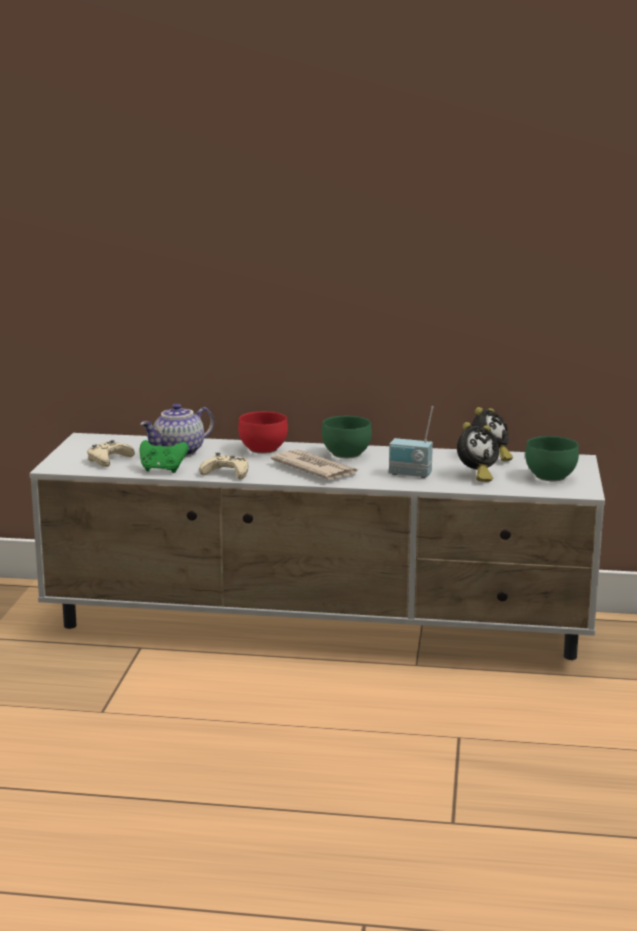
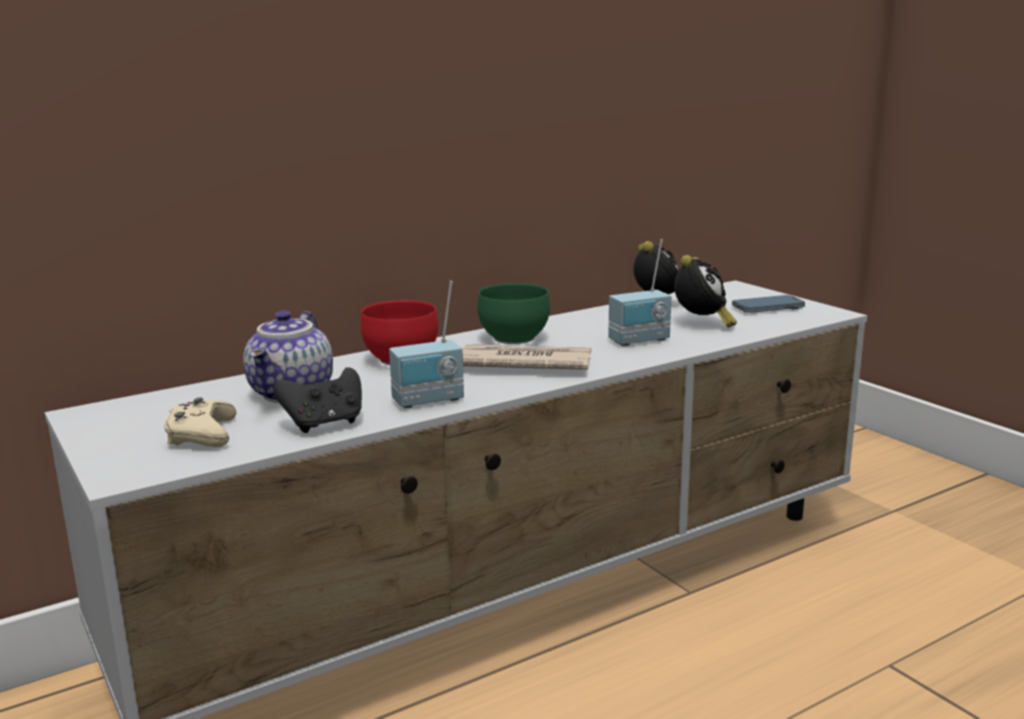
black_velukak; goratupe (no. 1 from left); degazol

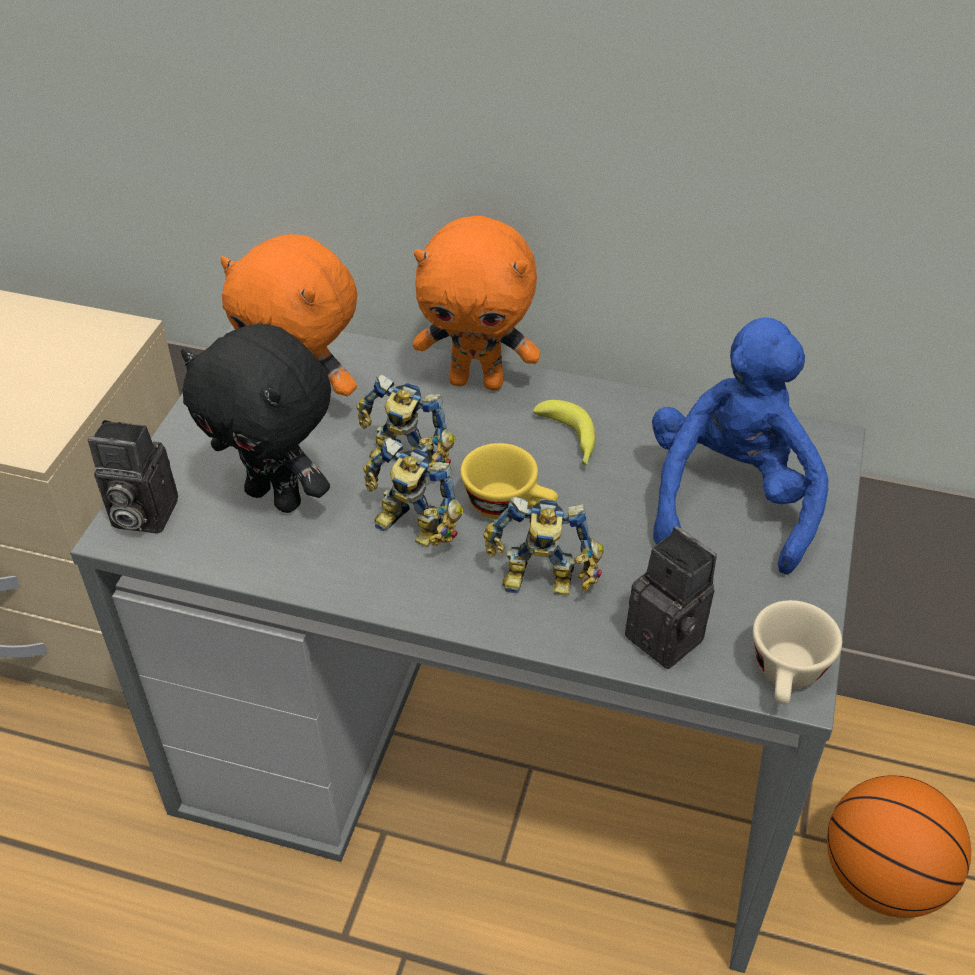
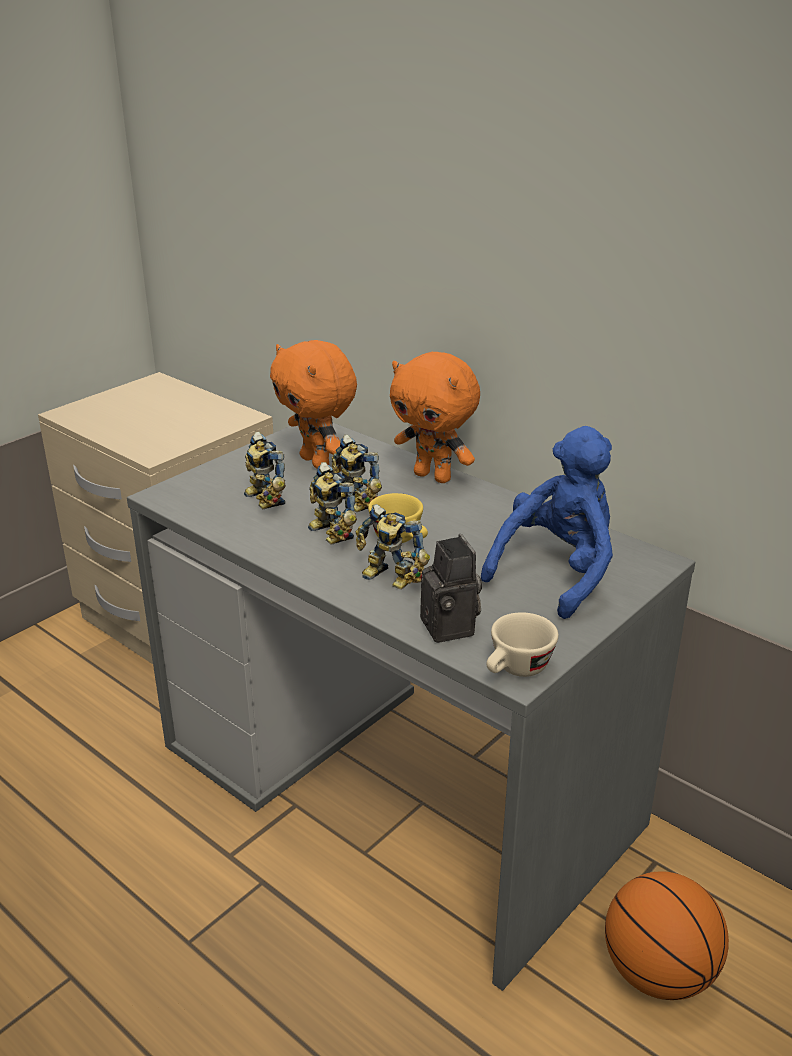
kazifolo (no. 1 from left); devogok (no. 1 from left in the first image); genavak

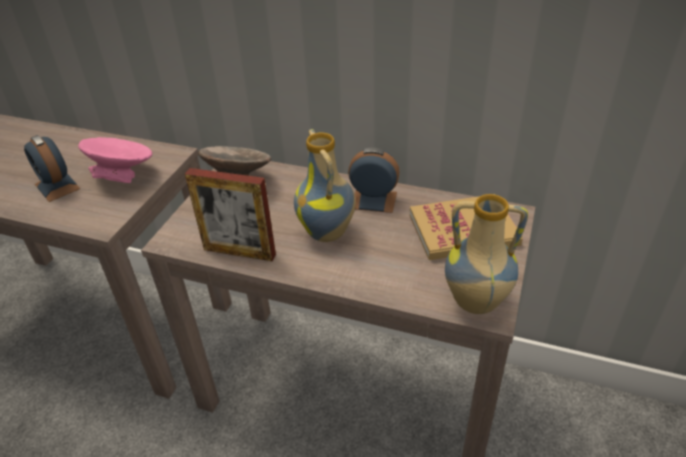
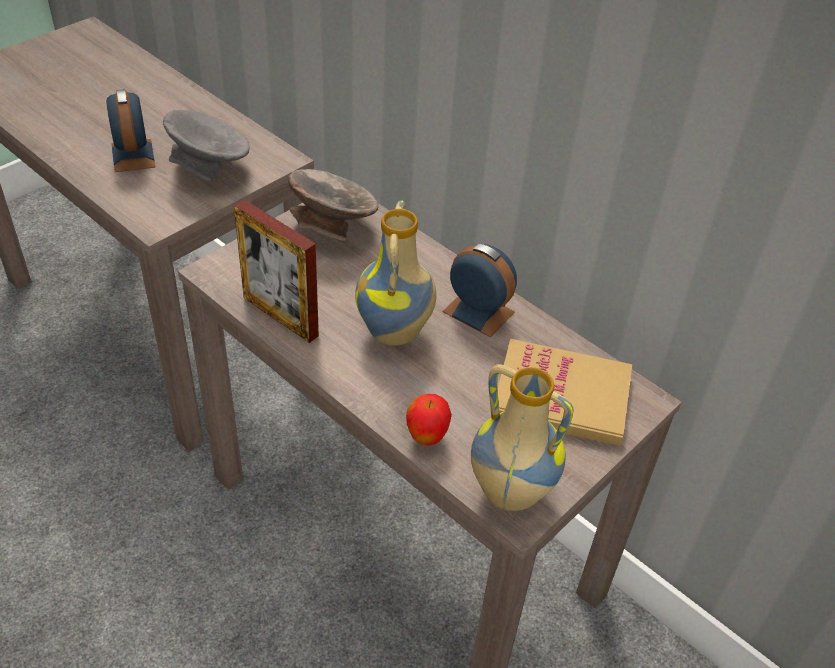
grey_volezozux (no. 1 from left); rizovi

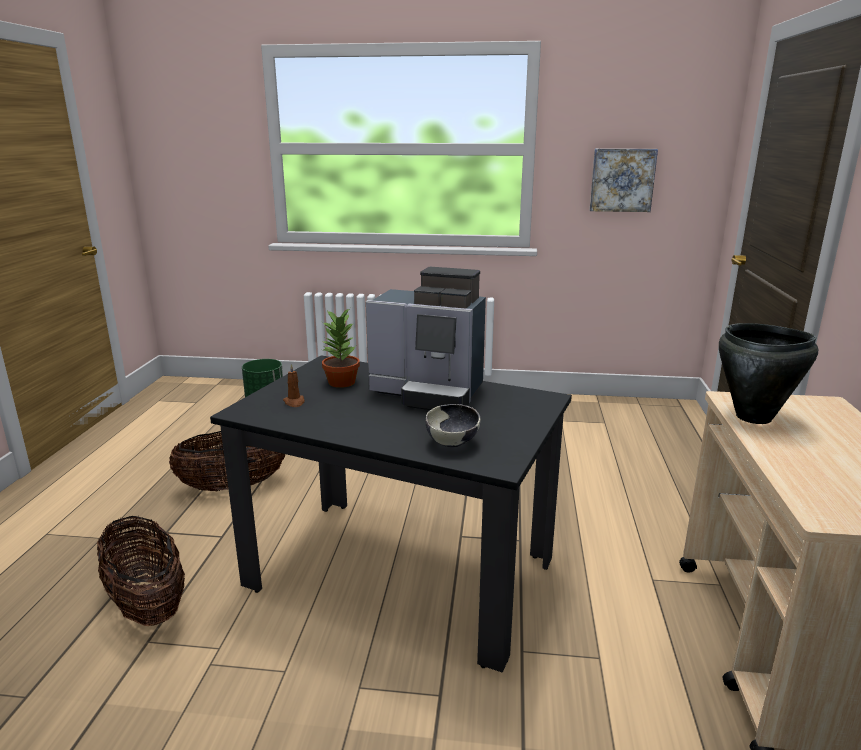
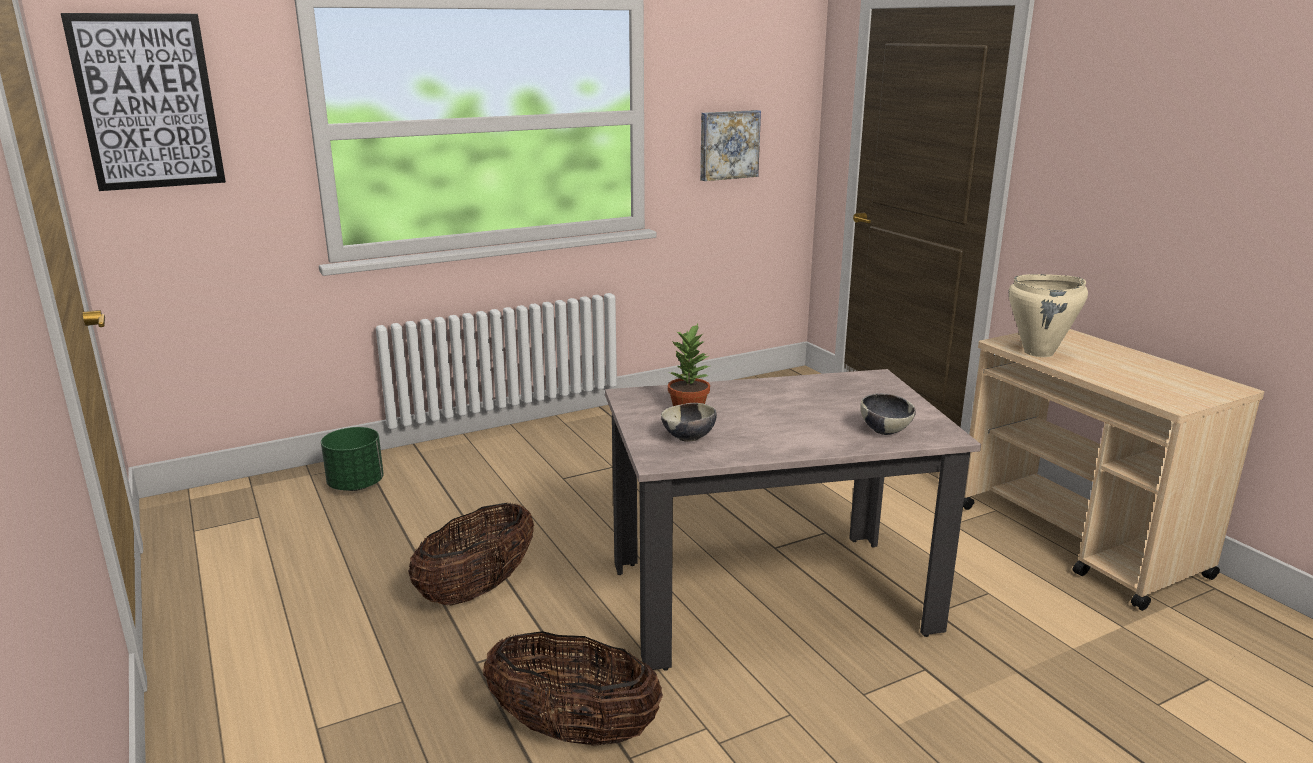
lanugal (no. 1 from left); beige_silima; volezozux (no. 1 from left); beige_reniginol; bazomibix

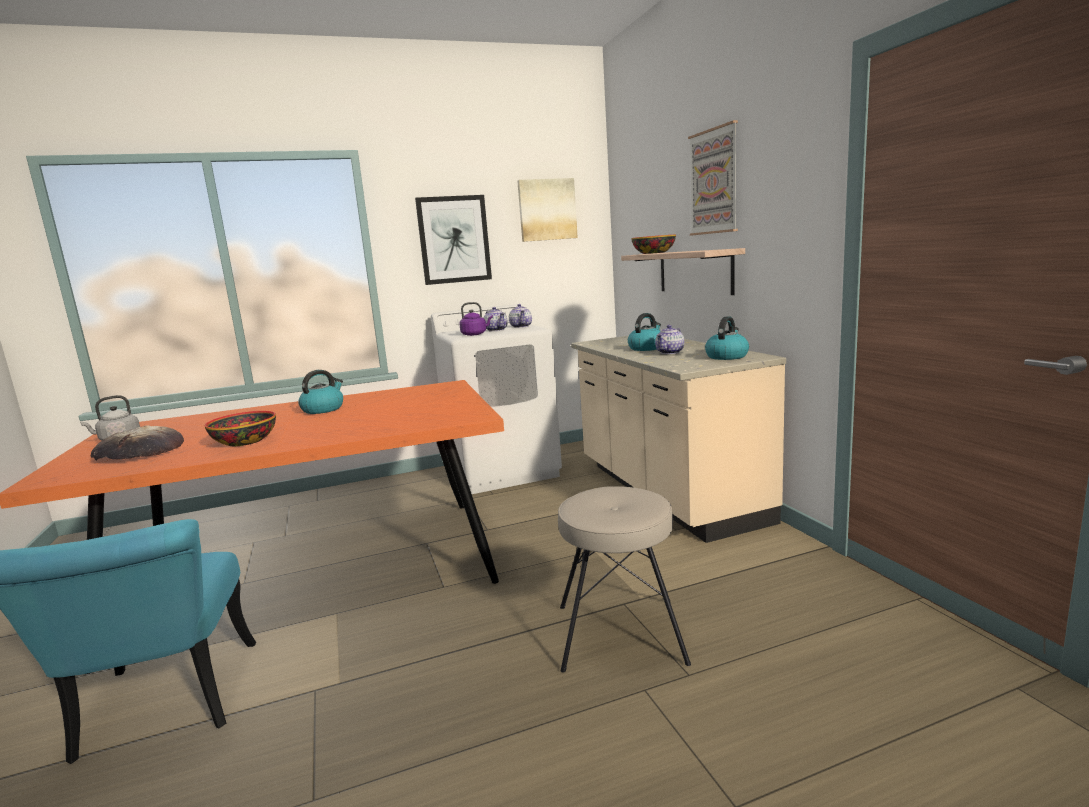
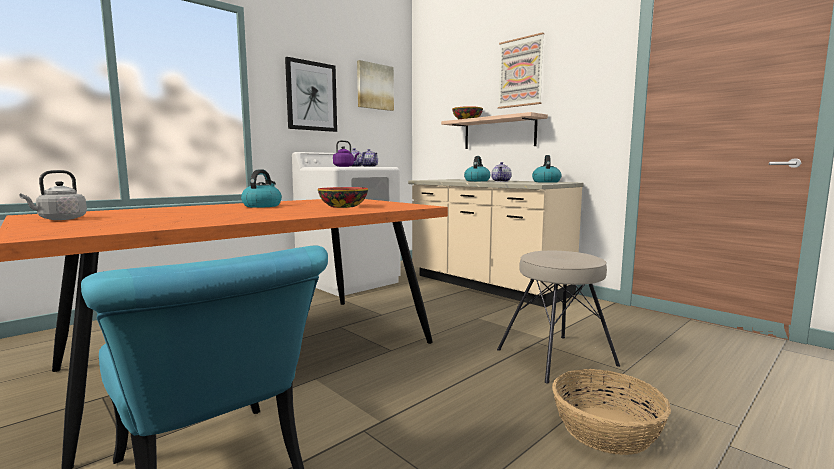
volezozux (no. 1 from left); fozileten; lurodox

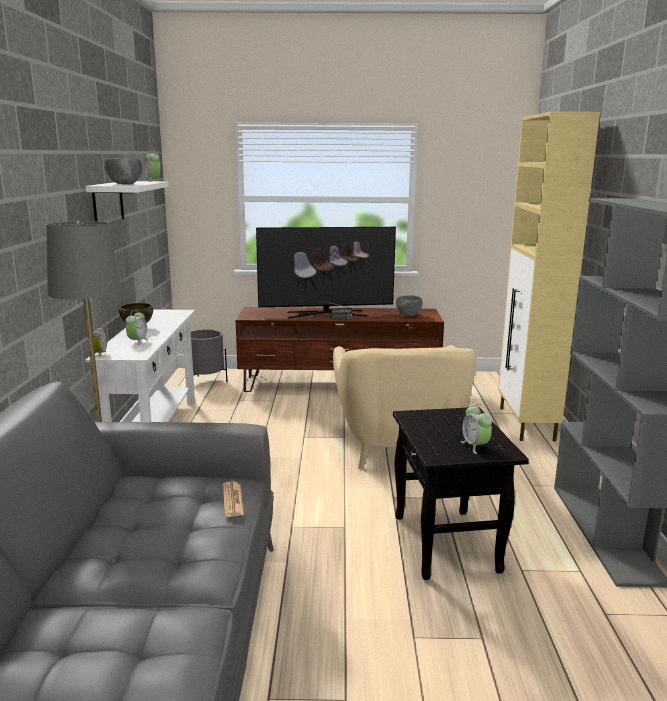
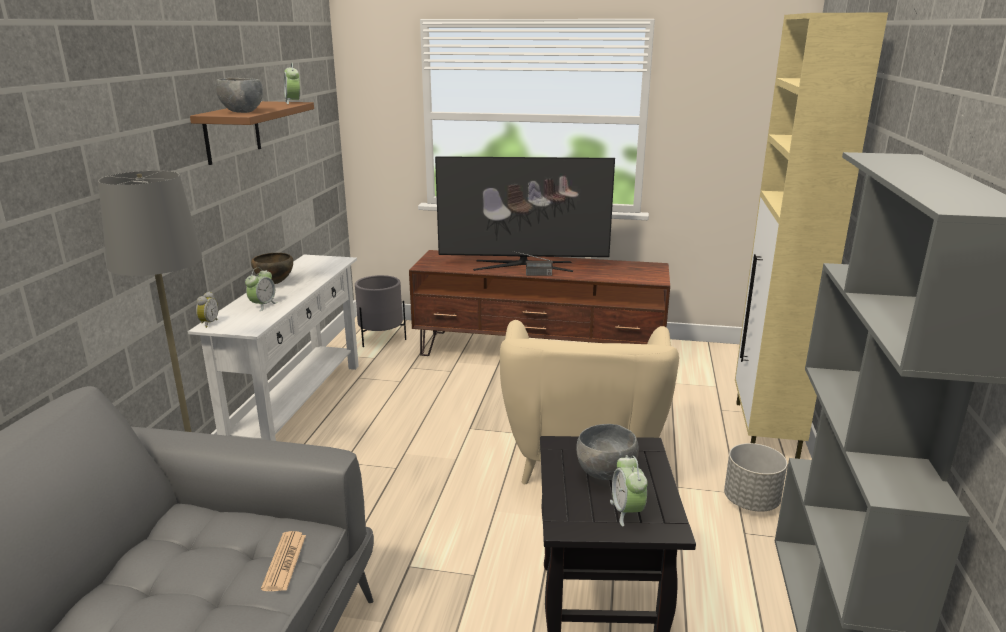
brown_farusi; grey_volezozux (no. 2 from left); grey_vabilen (no. 2 from left)

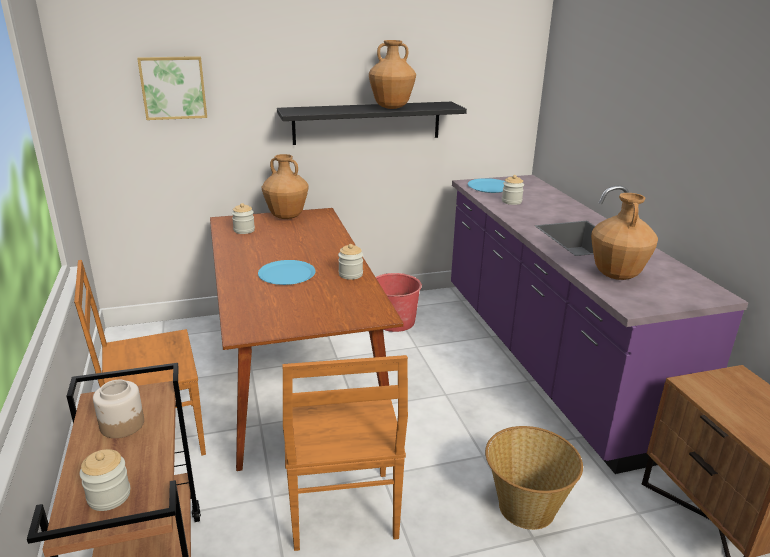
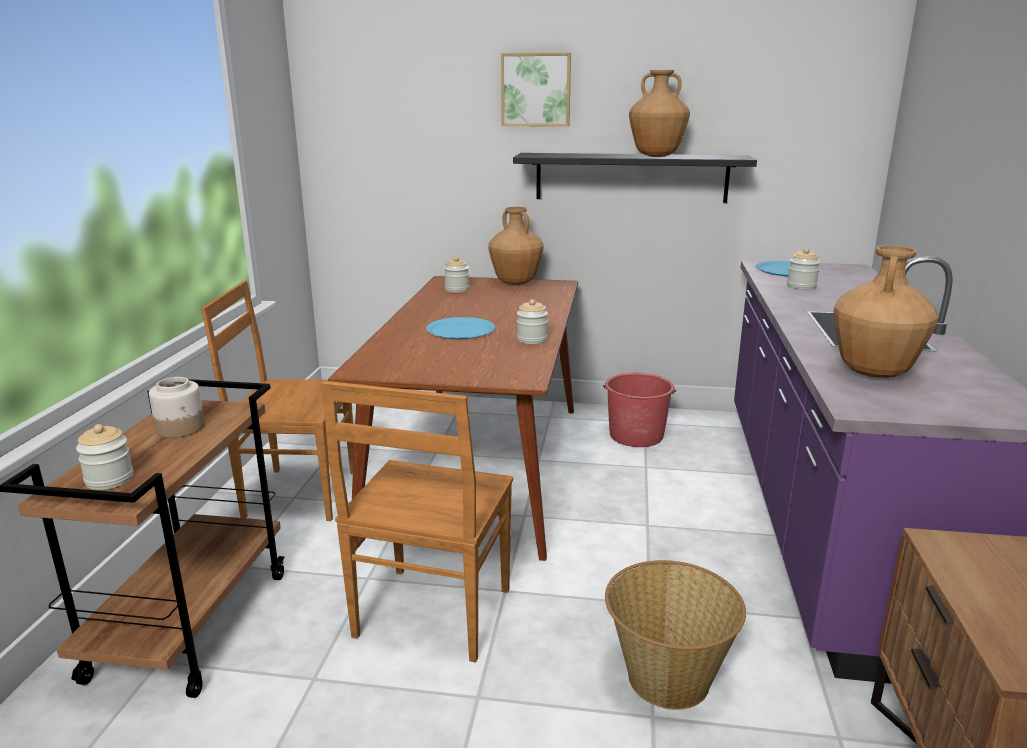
lanugal

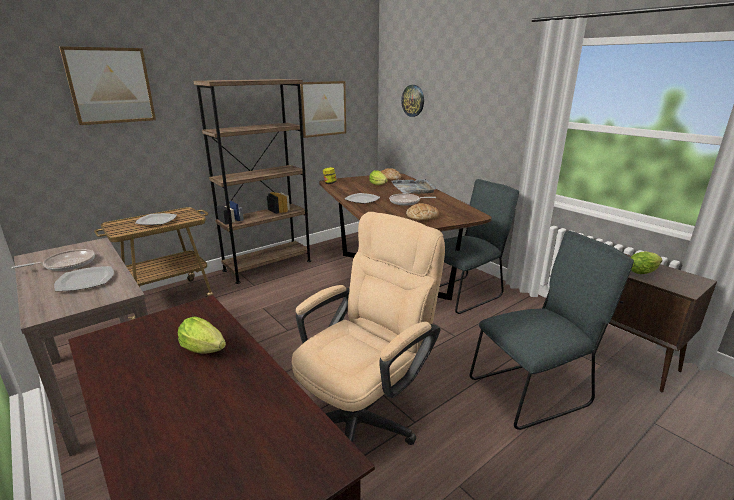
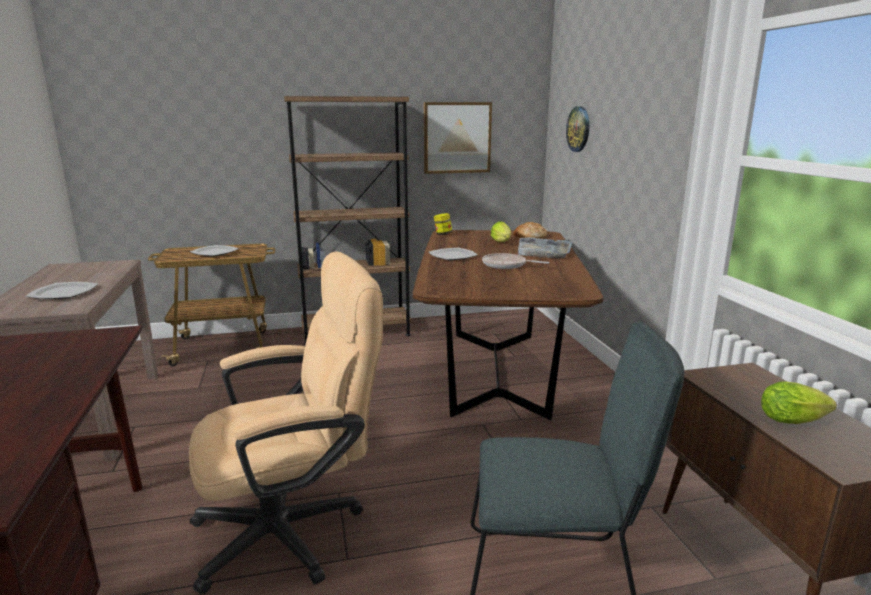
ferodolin (no. 1 from left in the first image); lanugal (no. 1 from left in the first image); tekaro (no. 1 from left in the first image); lurodox (no. 2 from left in the first image); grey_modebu (no. 1 from left in the first image)

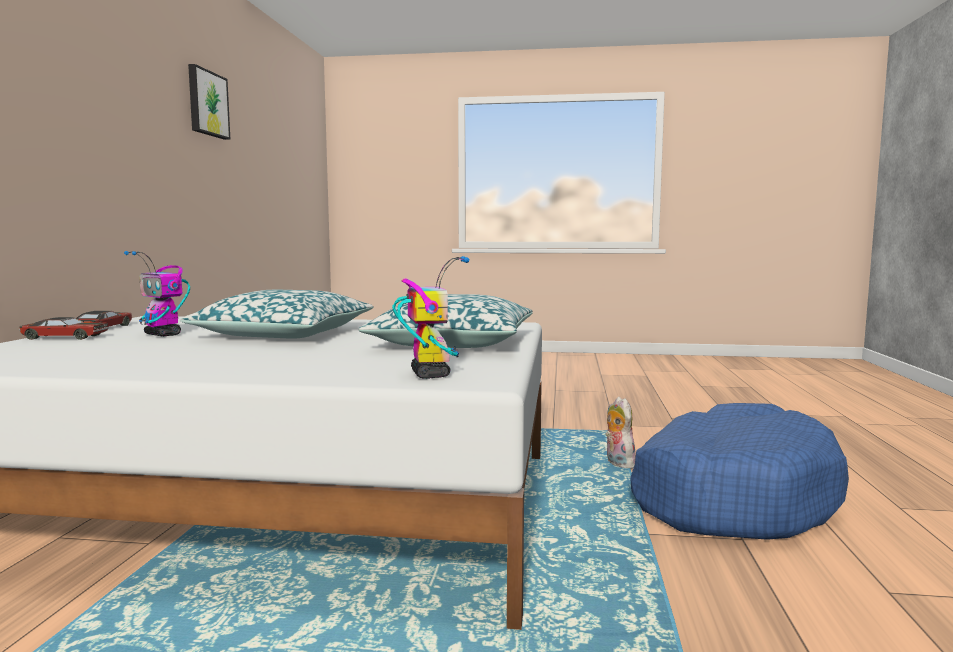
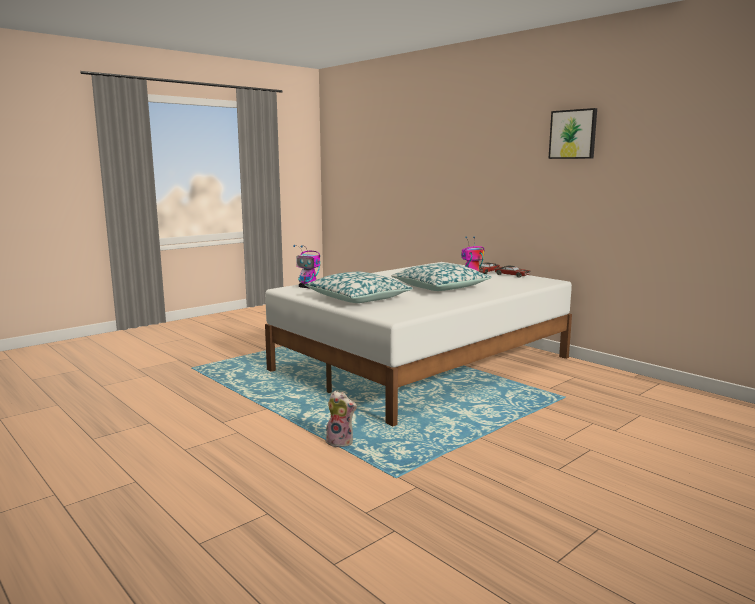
lanugal; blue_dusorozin

